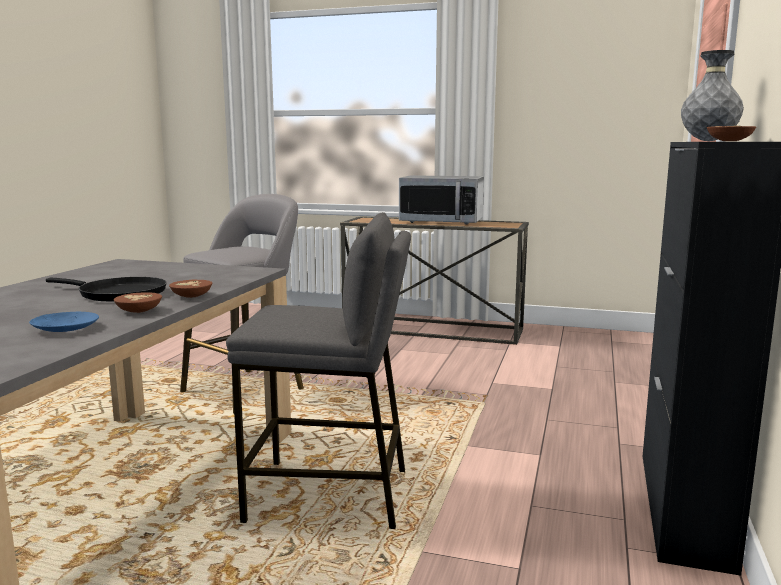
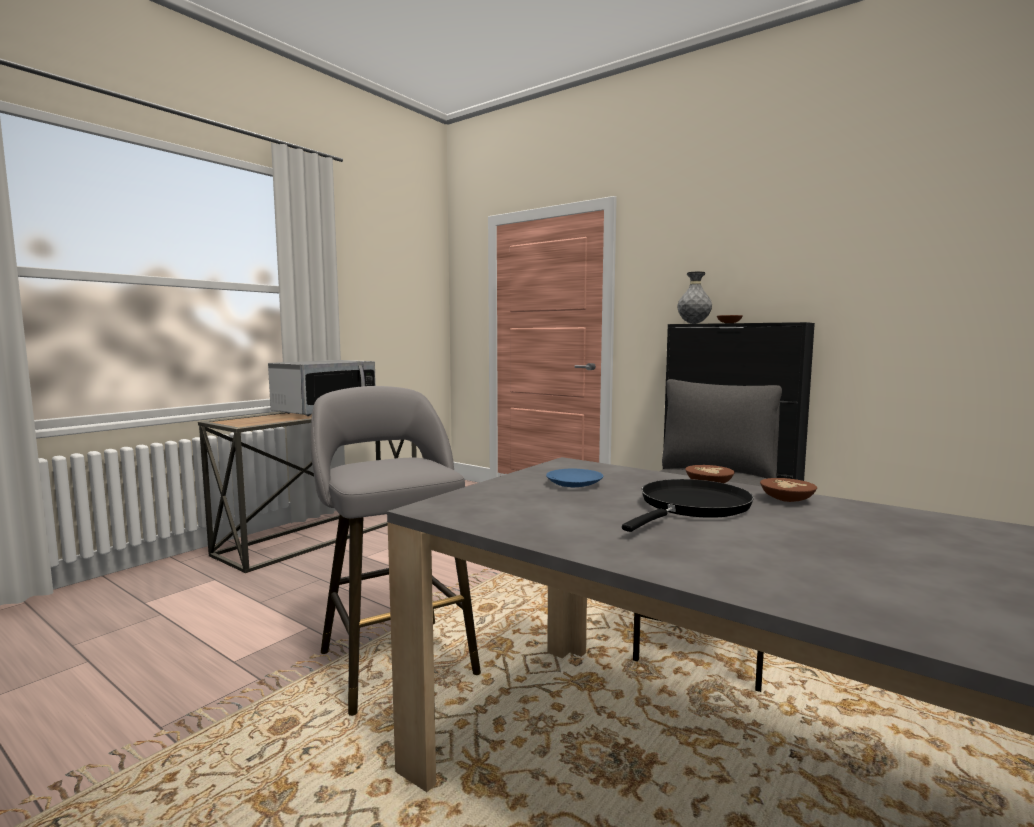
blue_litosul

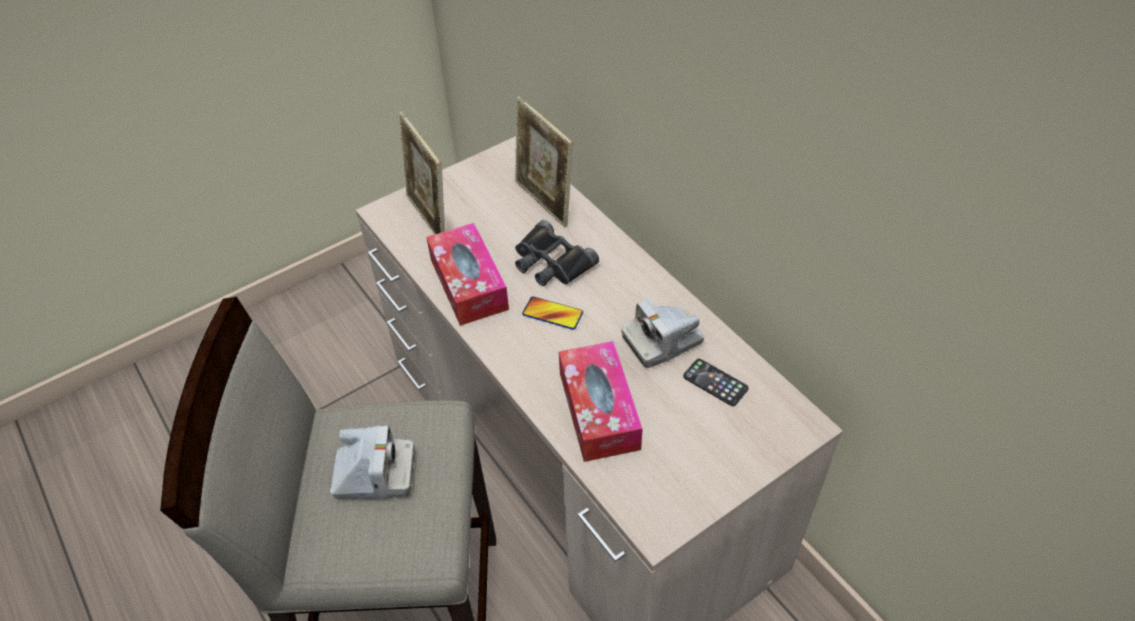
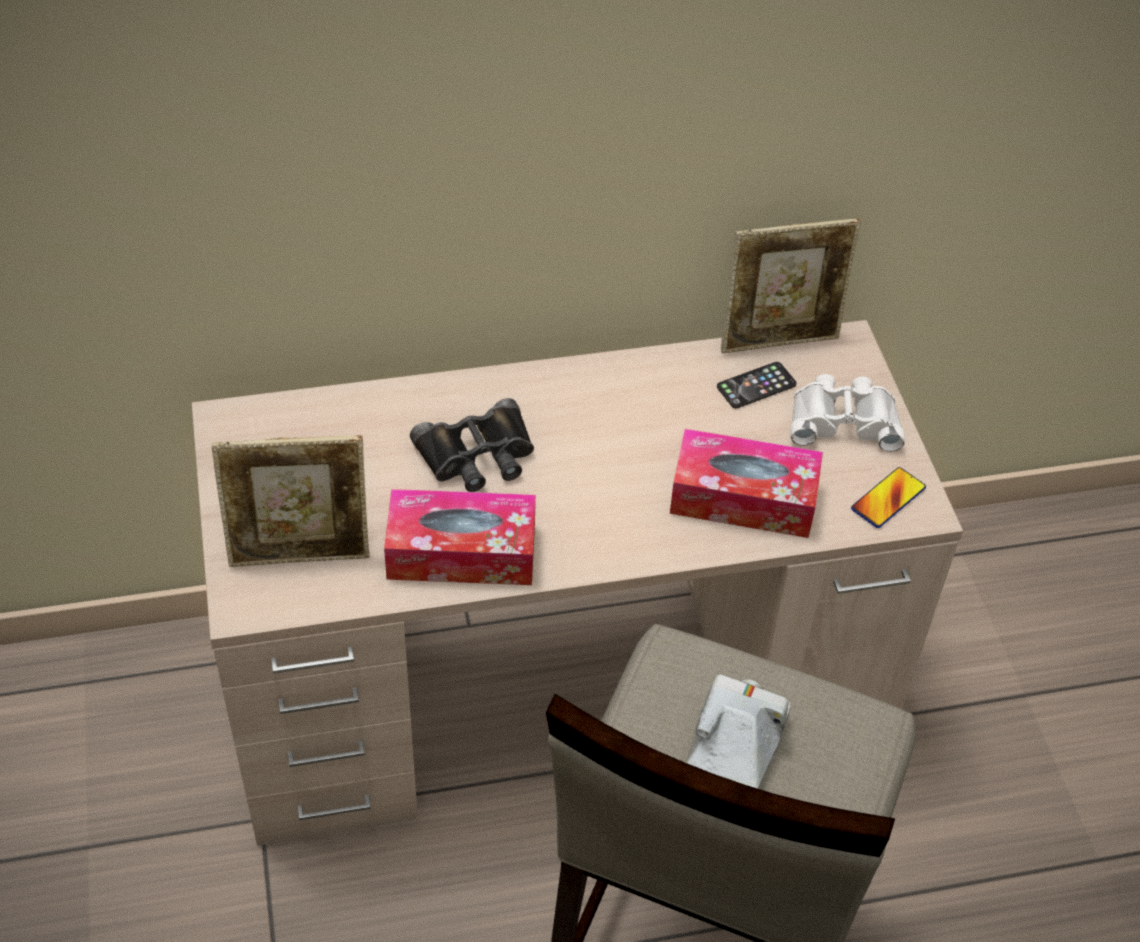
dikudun (no. 2 from left); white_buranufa; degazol (no. 2 from left); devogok (no. 2 from left in the first image)

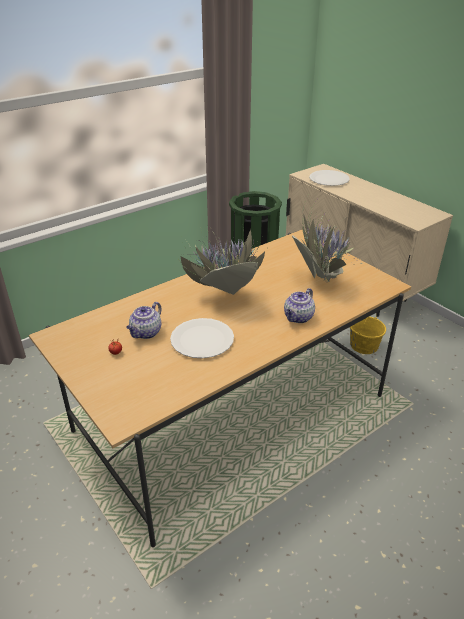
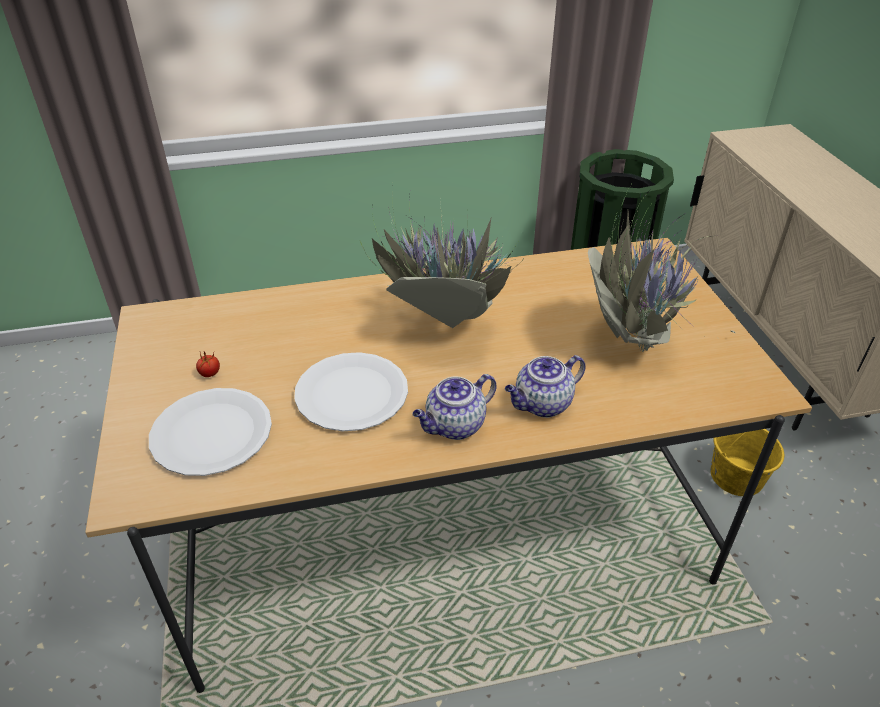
white_litosul (no. 1 from left); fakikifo (no. 1 from left)

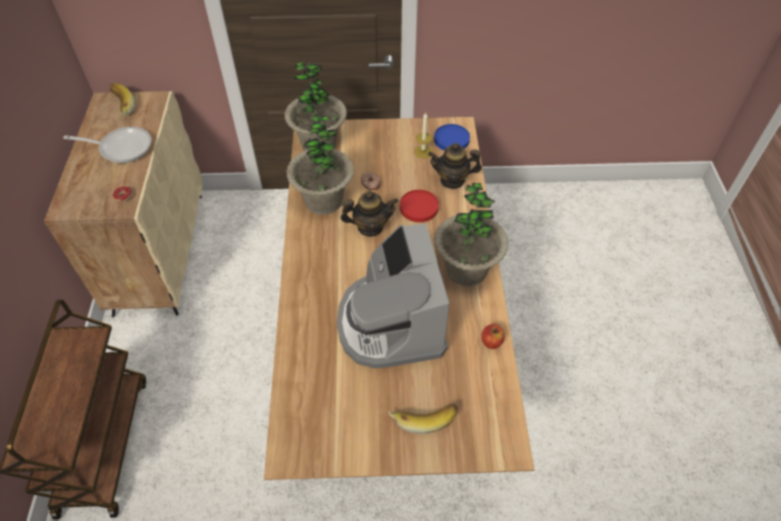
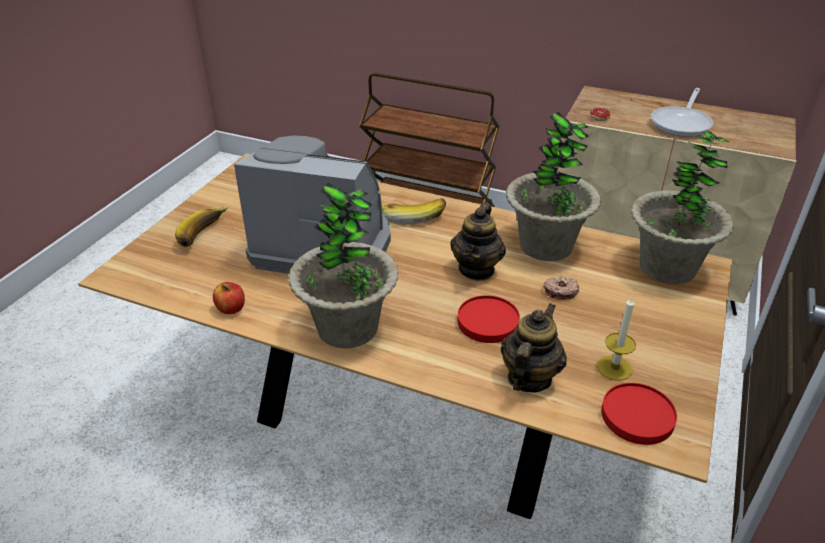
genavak (no. 2 from left); red_litosul (no. 2 from left)

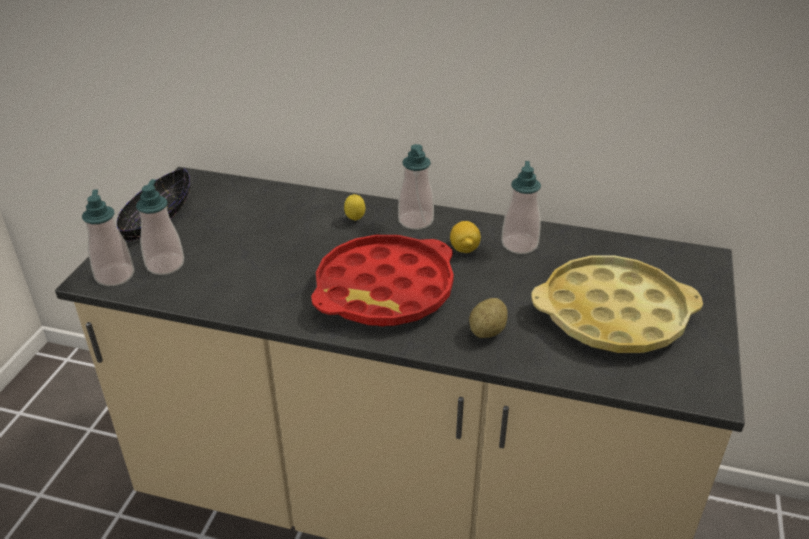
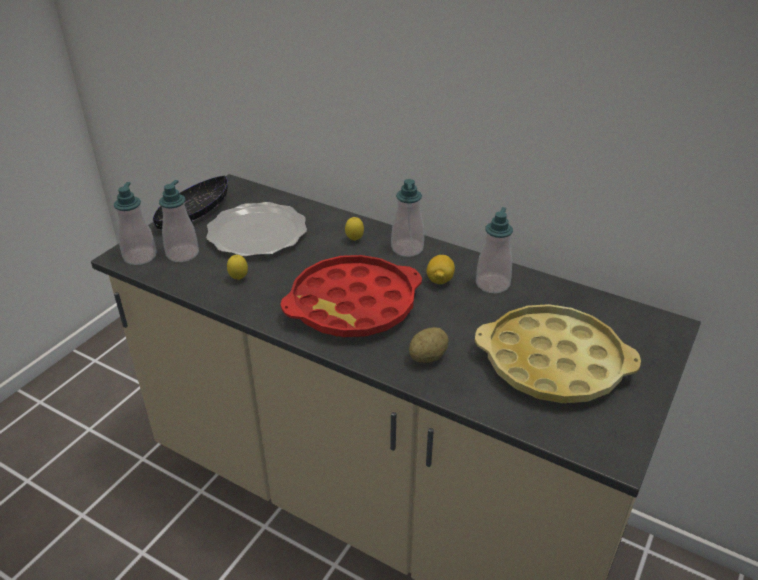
litosul; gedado (no. 1 from left)

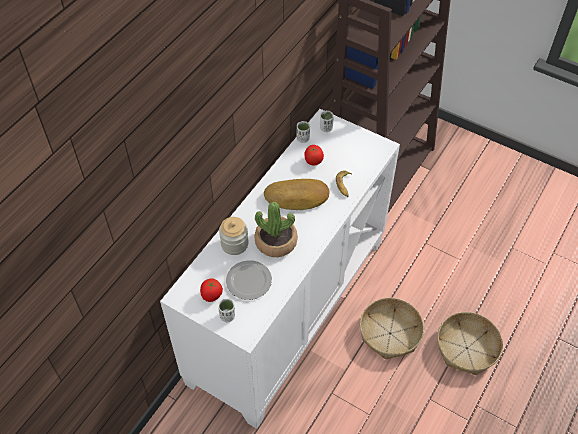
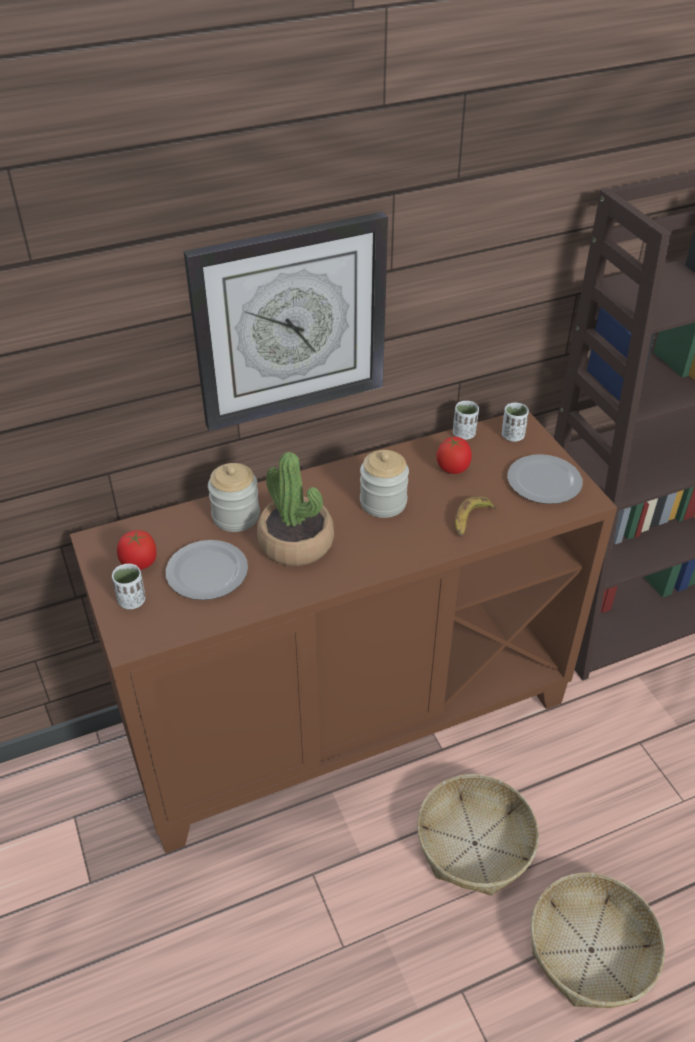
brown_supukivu; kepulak; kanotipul (no. 2 from left); litosul (no. 2 from left)

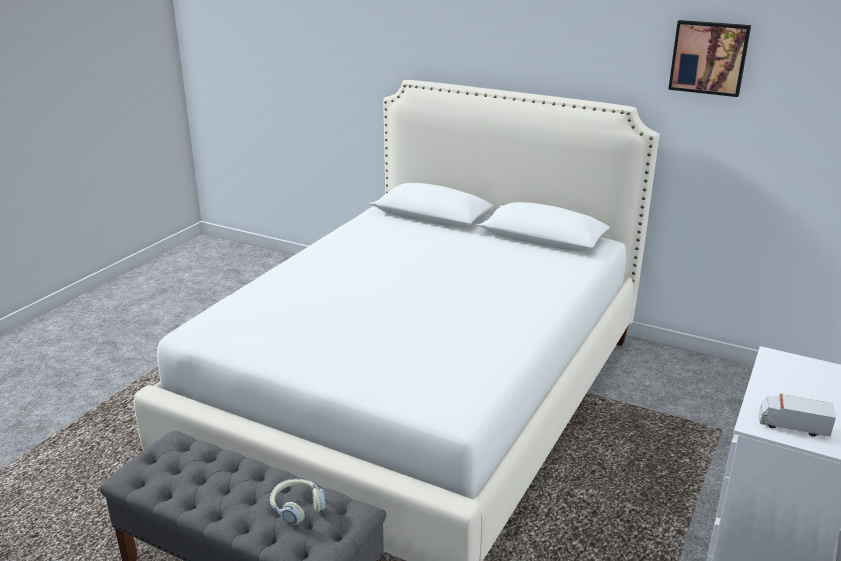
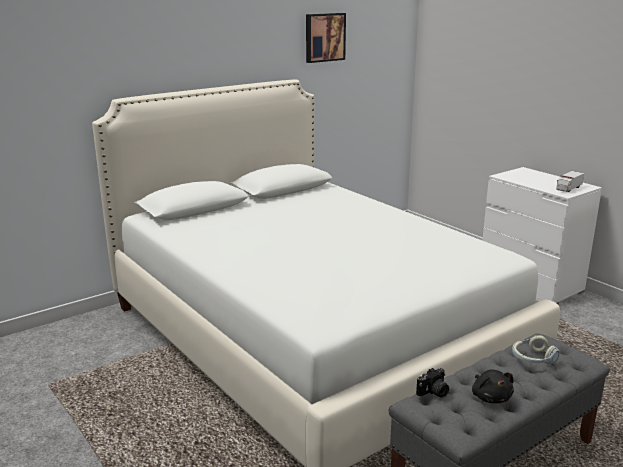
devogok; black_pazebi

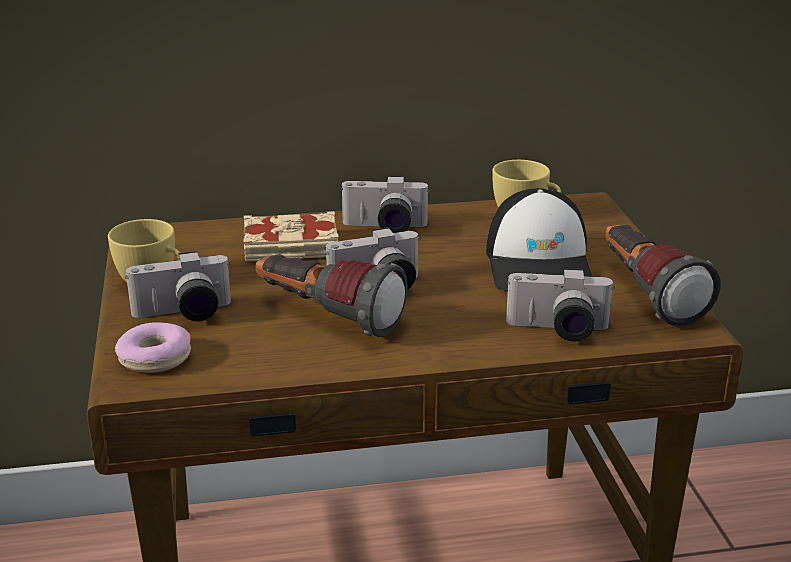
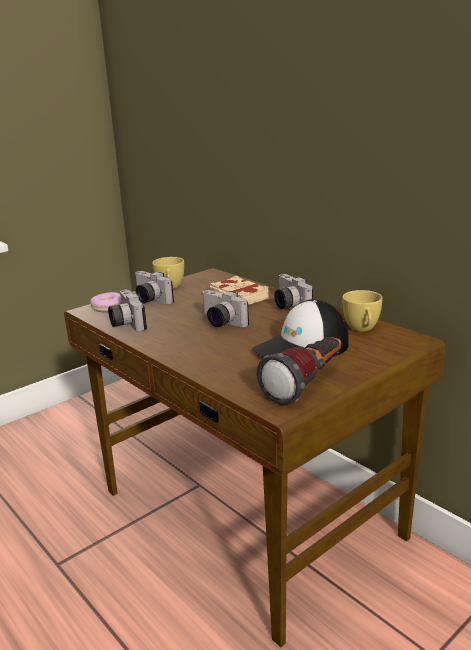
devogok (no. 1 from left); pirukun (no. 1 from left in the first image)

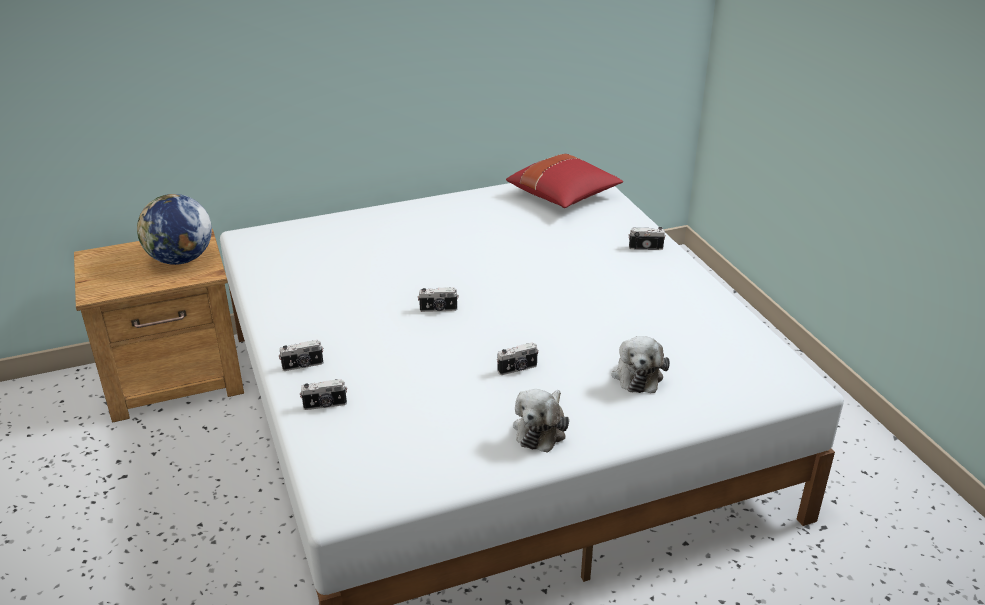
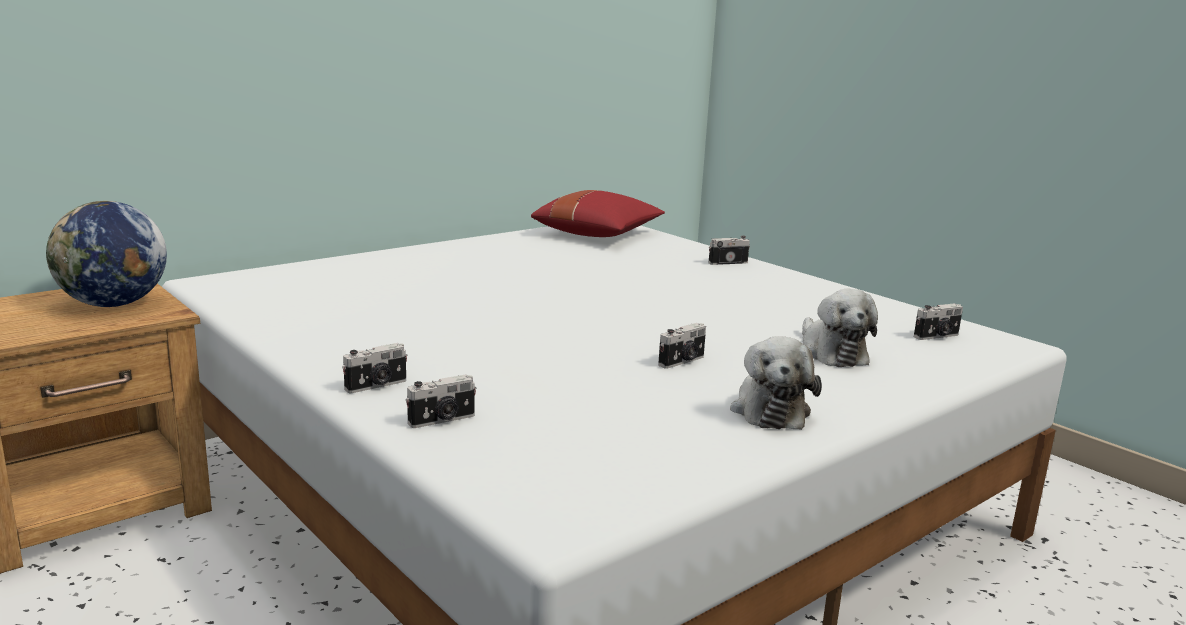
devogok (no. 5 from left)

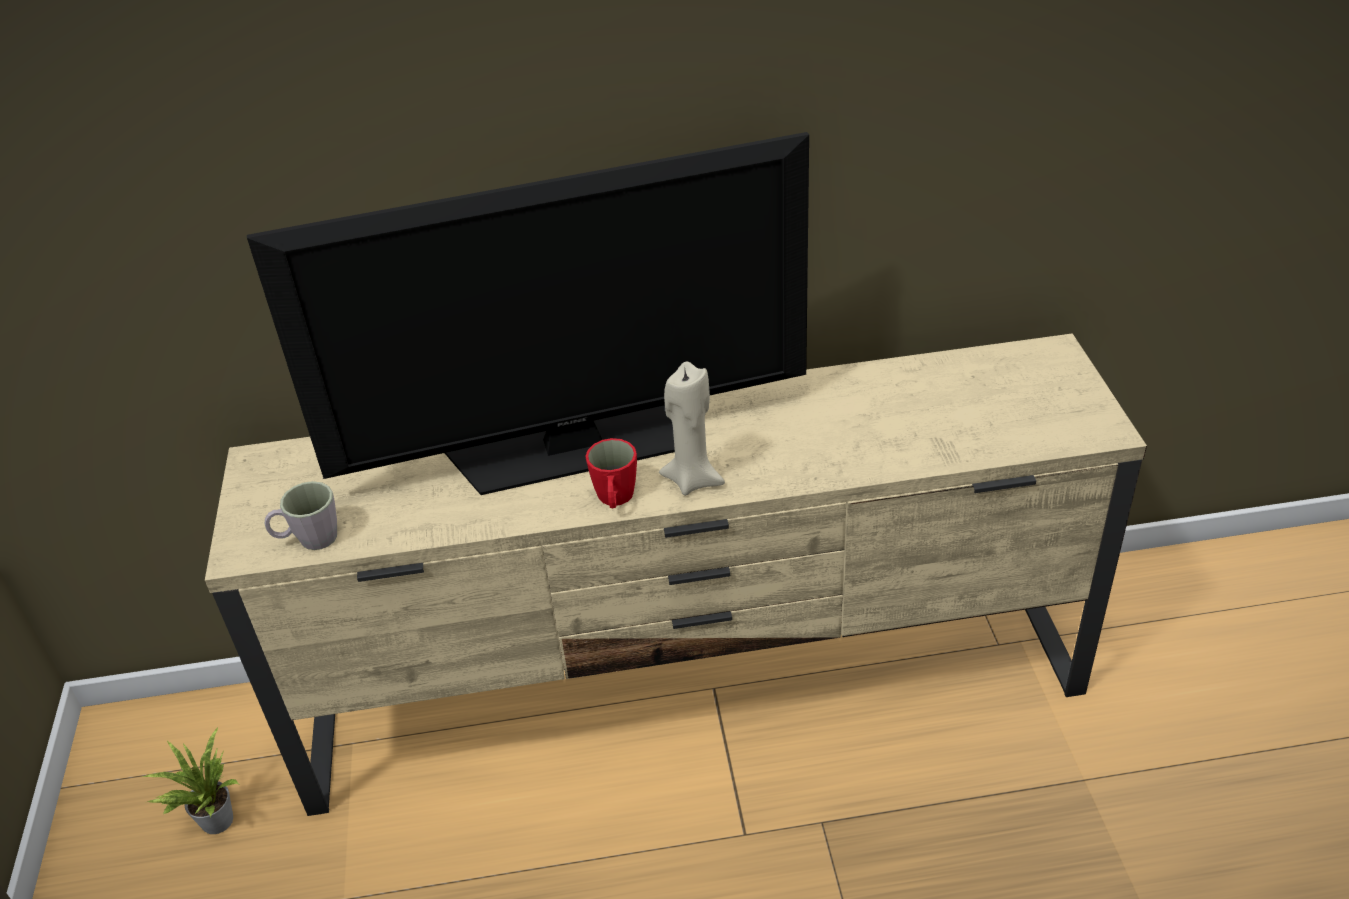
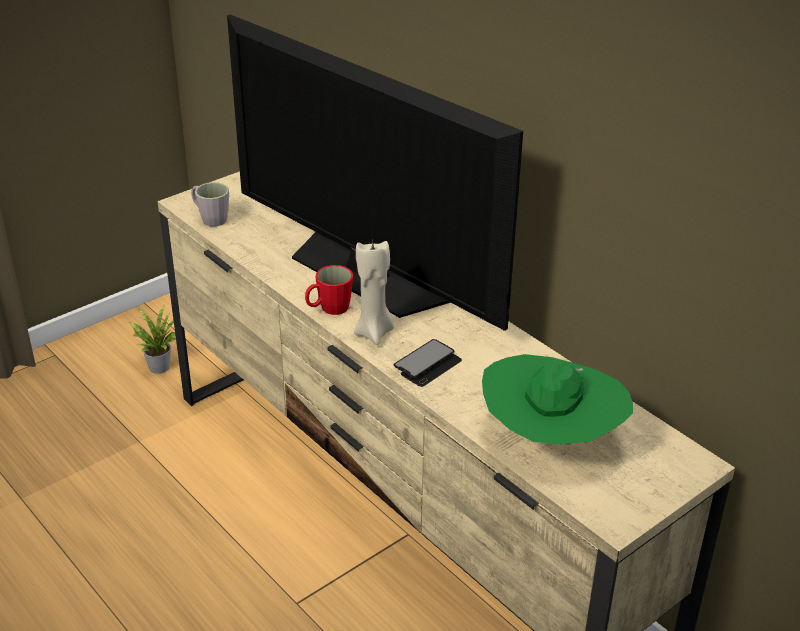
degazol; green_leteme

